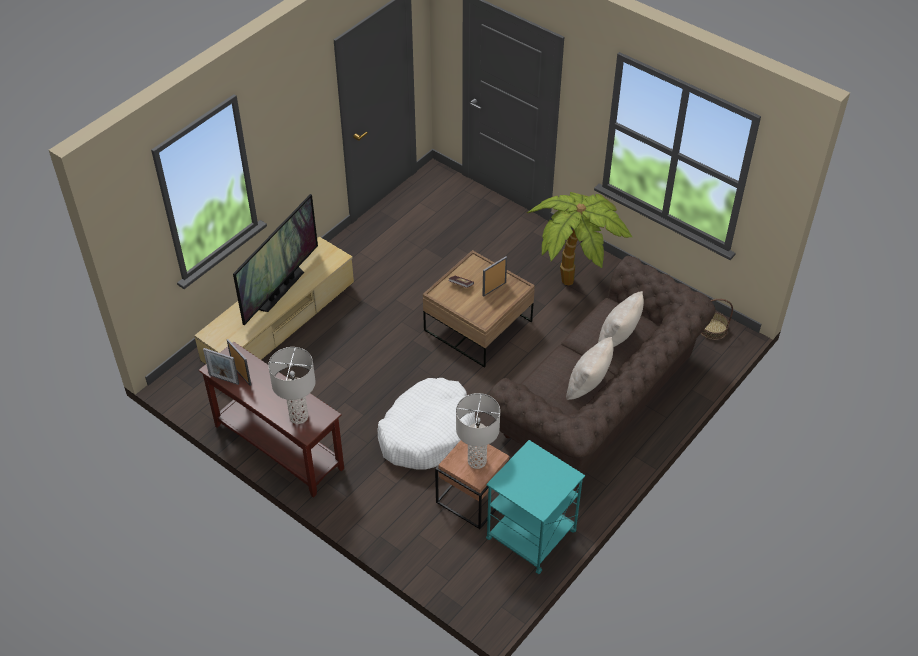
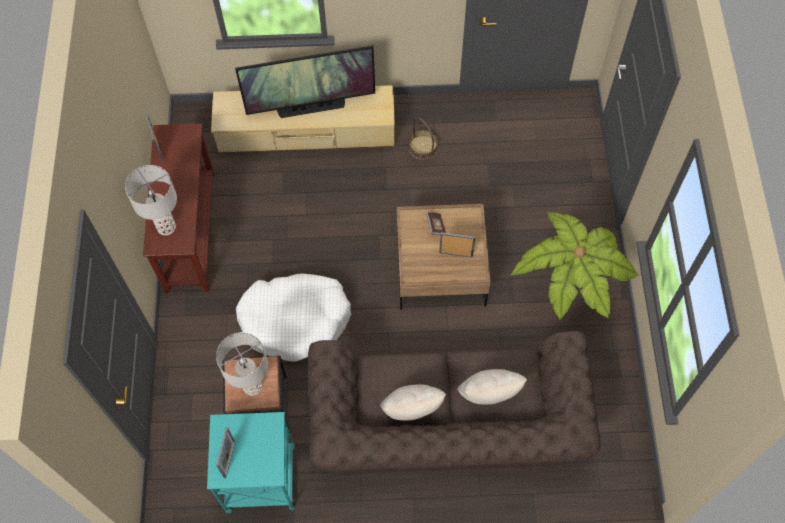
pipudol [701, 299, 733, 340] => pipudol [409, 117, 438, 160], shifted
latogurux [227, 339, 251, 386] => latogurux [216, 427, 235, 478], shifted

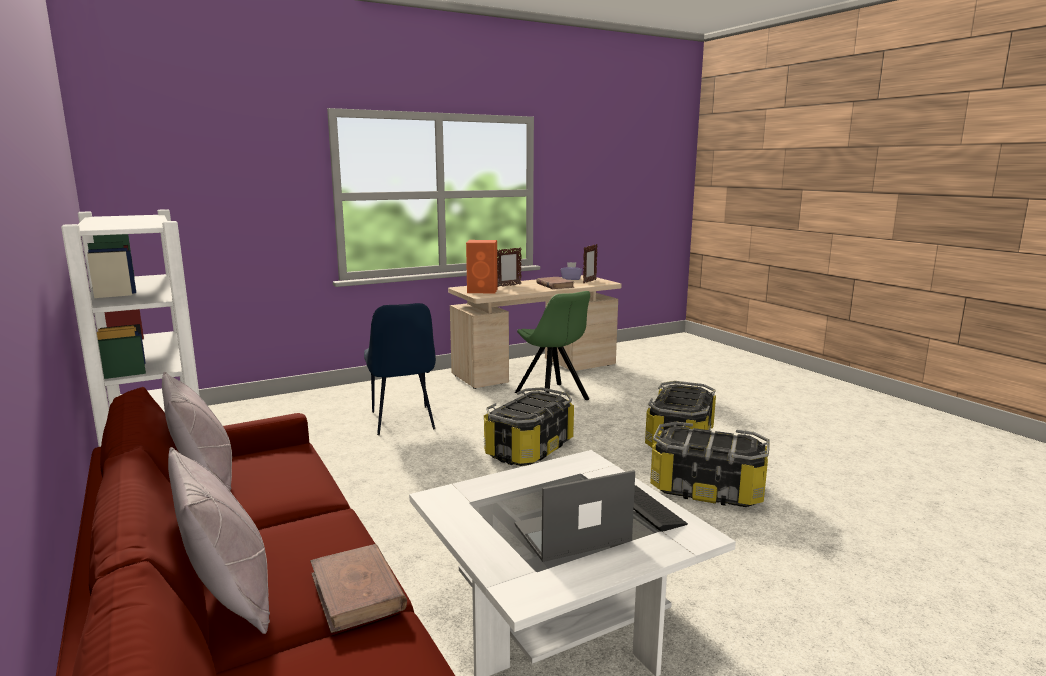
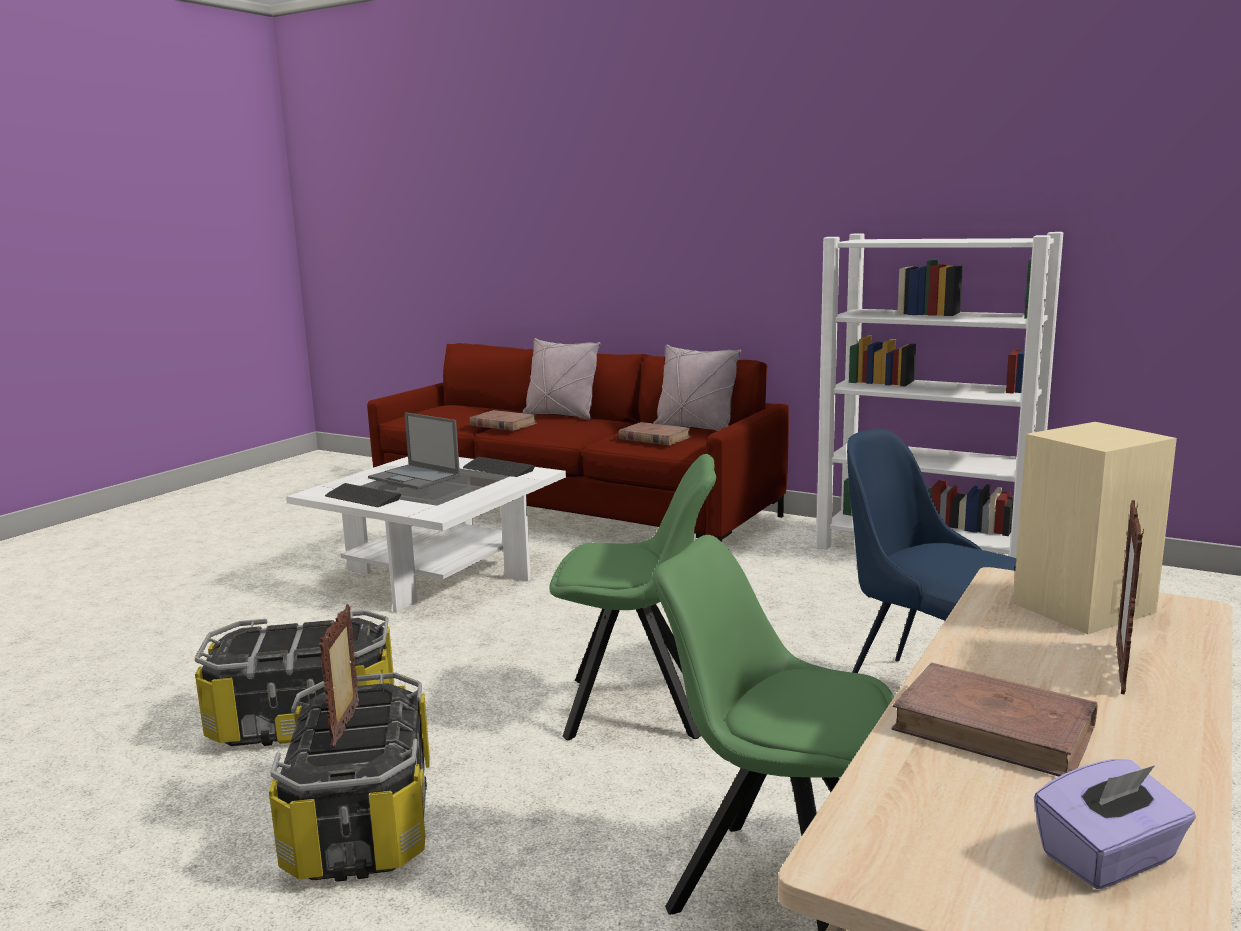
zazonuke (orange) [466, 240, 497, 293] => zazonuke (beige) [1013, 422, 1177, 634]
latogurux [583, 244, 598, 283] => latogurux [319, 604, 359, 748], shifted
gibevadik [484, 388, 574, 466] => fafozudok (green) [549, 454, 716, 740]
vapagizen [514, 470, 635, 562] => vapagizen [368, 412, 460, 489], 90 degrees clockwise
nothing => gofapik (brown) [618, 422, 691, 445]
nothing => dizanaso [463, 456, 535, 477]

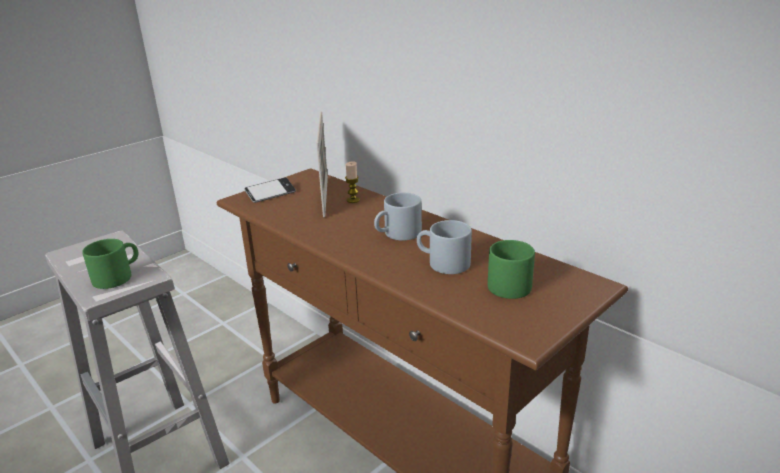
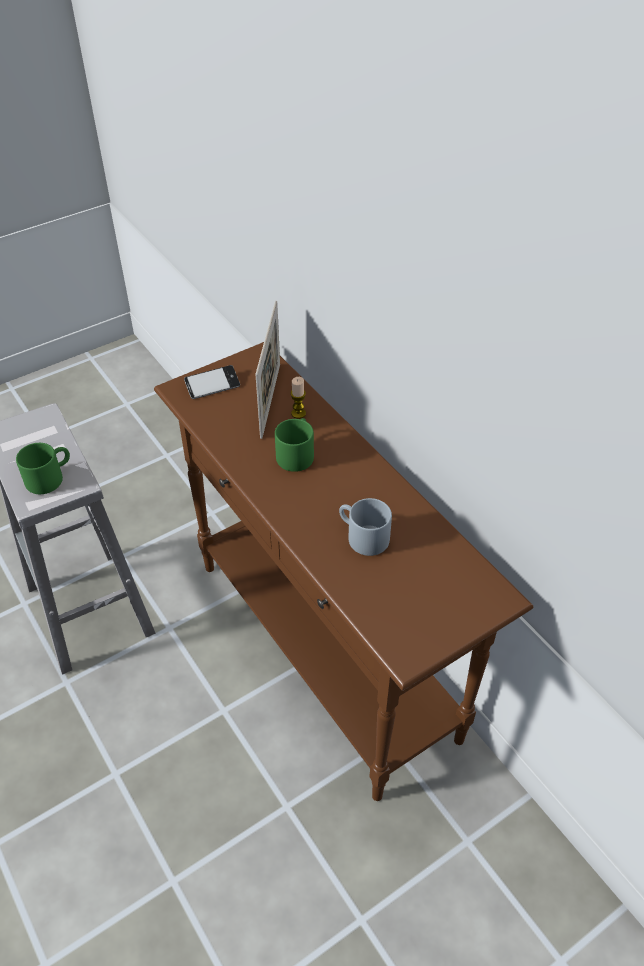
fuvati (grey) [374, 193, 422, 241] => nothing
fuvati (green) [488, 240, 535, 299] => fuvati (green) [275, 418, 314, 472], shifted

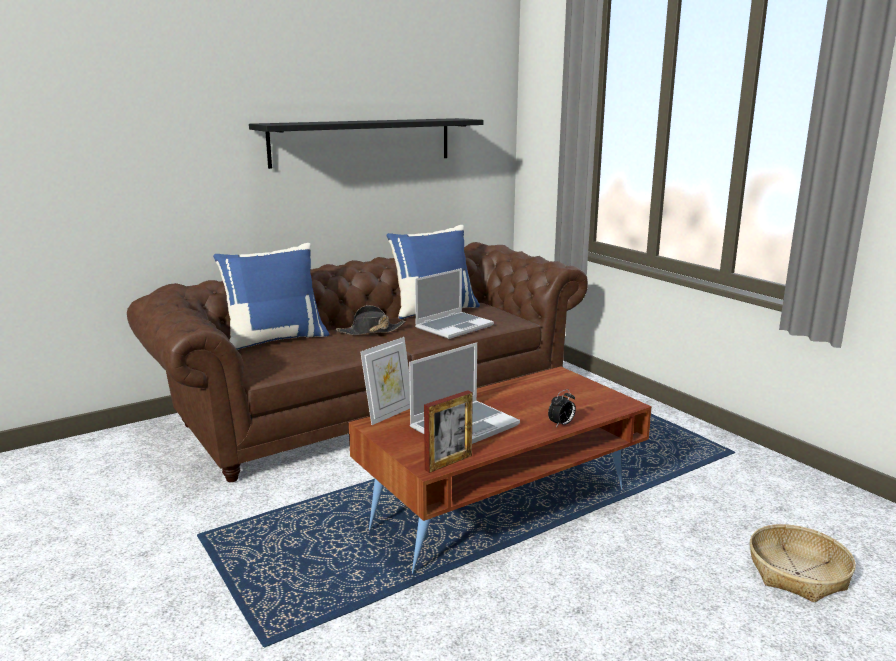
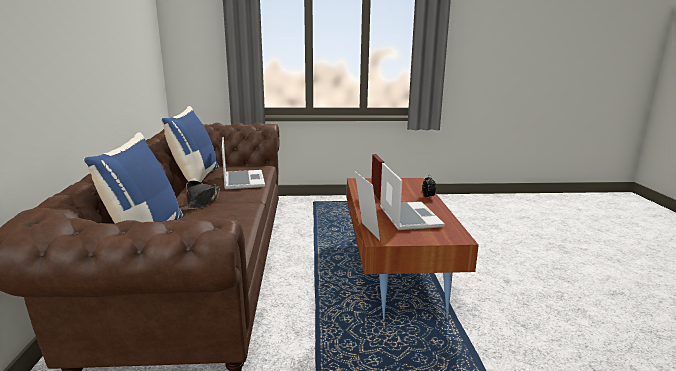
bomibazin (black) [249, 118, 483, 169] => nothing
latogurux [424, 390, 473, 473] => latogurux [371, 154, 384, 200], shifted
pipudol [750, 524, 856, 602] => nothing

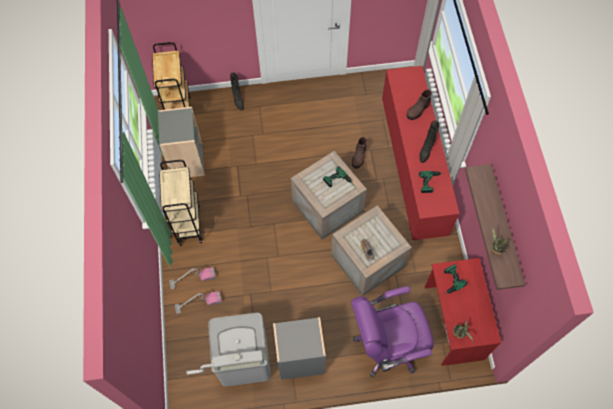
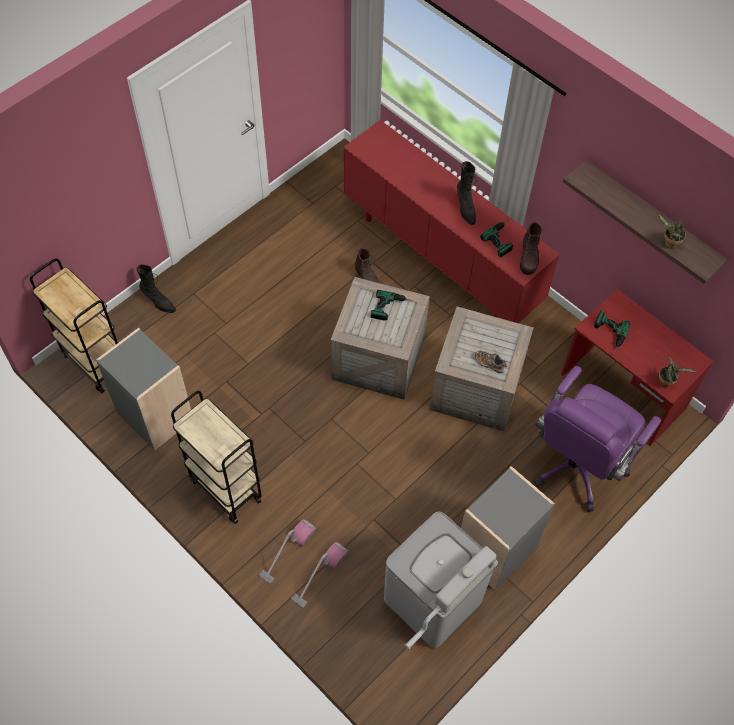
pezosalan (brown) [407, 90, 432, 120] => pezosalan (brown) [520, 222, 542, 275], shifted

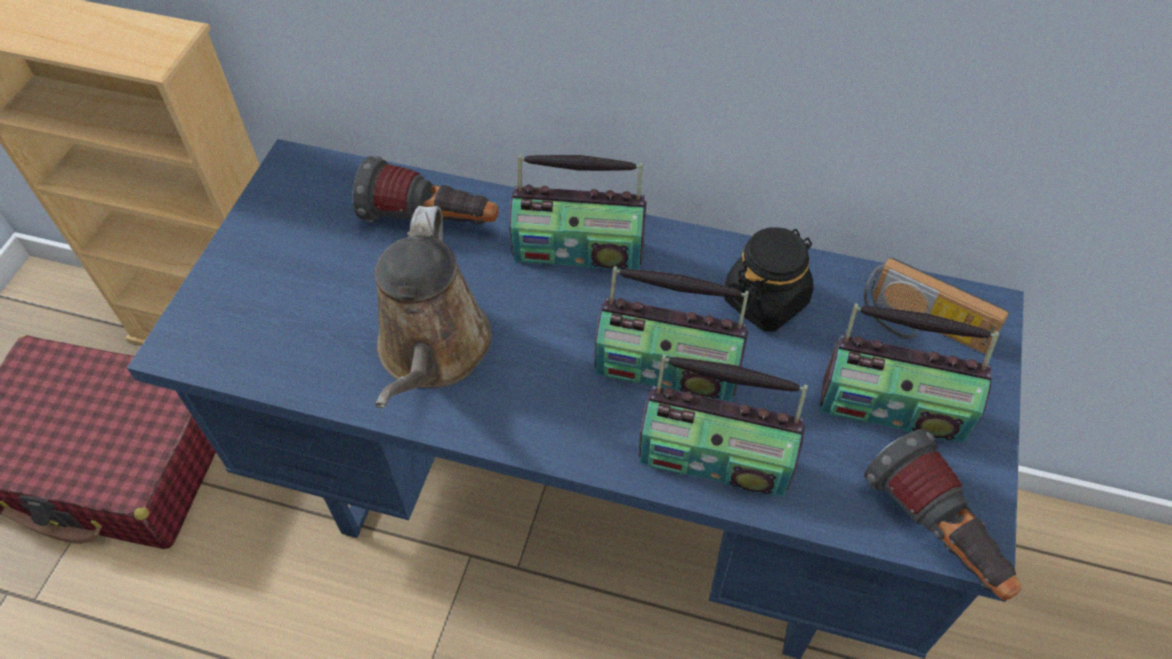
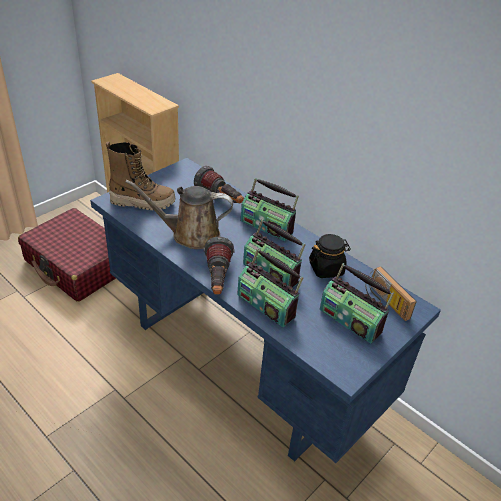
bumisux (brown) [374, 206, 492, 408] => bumisux (brown) [125, 180, 233, 249], 60 degrees clockwise
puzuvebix [864, 429, 1022, 601] => puzuvebix [204, 237, 235, 295], shifted
nothing => pezosalan [106, 142, 175, 210]

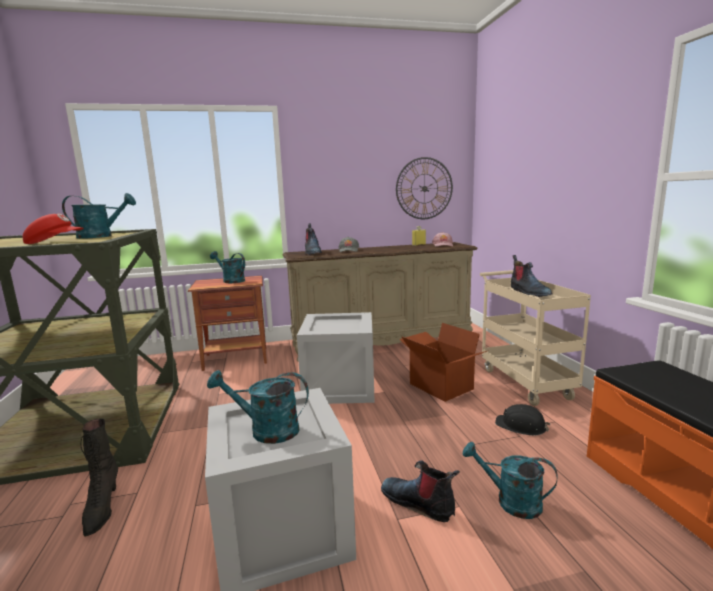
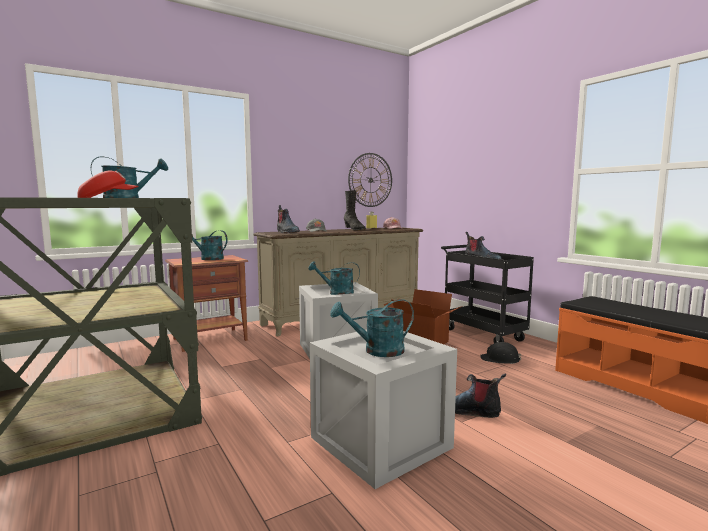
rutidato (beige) [480, 270, 591, 406] => rutidato (black) [441, 245, 534, 343]
pezosalan (black) [81, 418, 118, 537] => pezosalan (black) [344, 190, 366, 230], shifted
bumisux (turquoise) [463, 442, 557, 519] => bumisux (turquoise) [309, 261, 360, 295], shifted

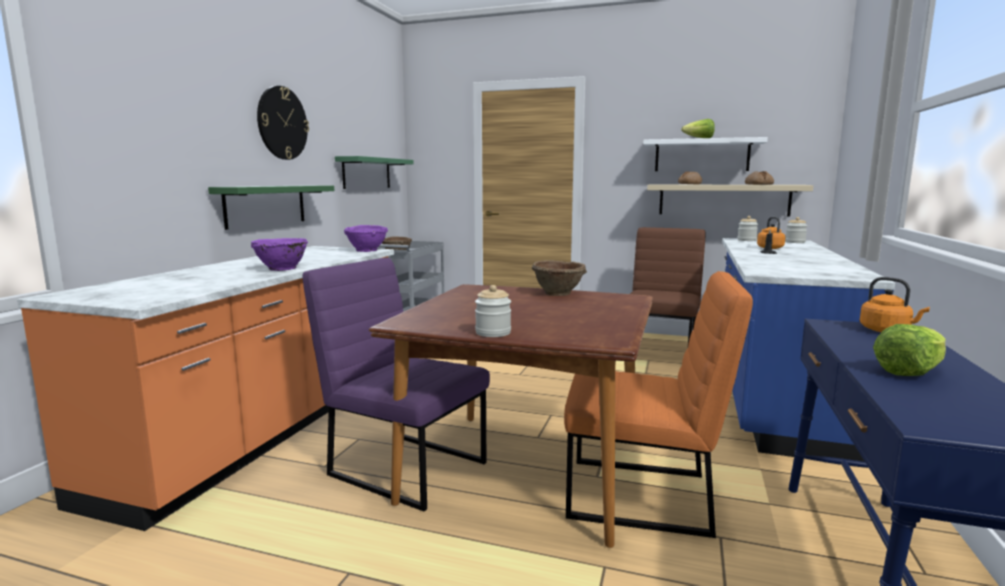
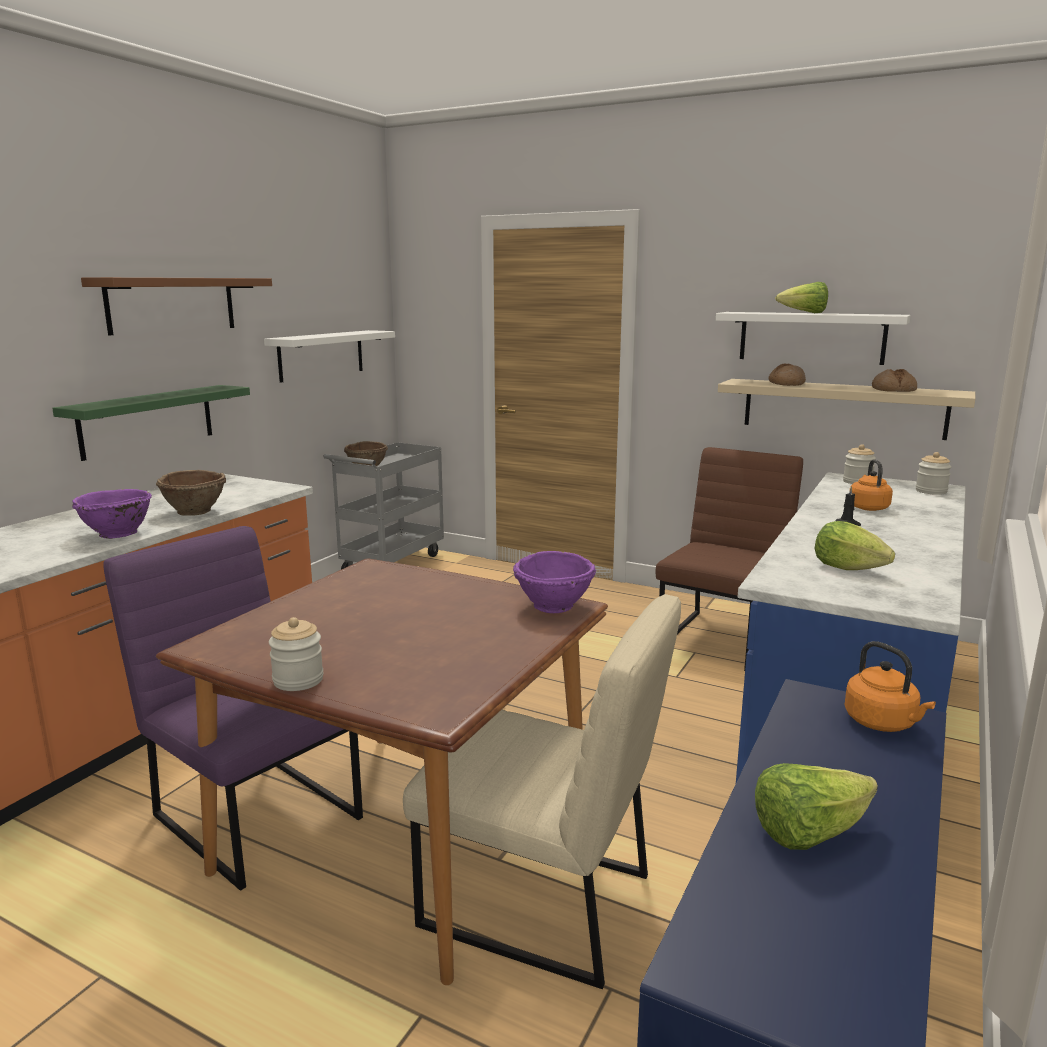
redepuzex [257, 86, 309, 160] => bomibazin (brown) [81, 277, 272, 336]
bomibazin (green) [335, 156, 414, 189] => bomibazin (white) [264, 330, 395, 383]
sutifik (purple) [344, 225, 388, 252] => sutifik (purple) [513, 551, 596, 613], shifted
sutifik (brown) [532, 260, 587, 296] => sutifik (brown) [156, 470, 226, 516], shifted
fafozudok (orange) [564, 271, 753, 538] => fafozudok (beige) [403, 594, 681, 989]
nothing => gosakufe [814, 521, 895, 570]

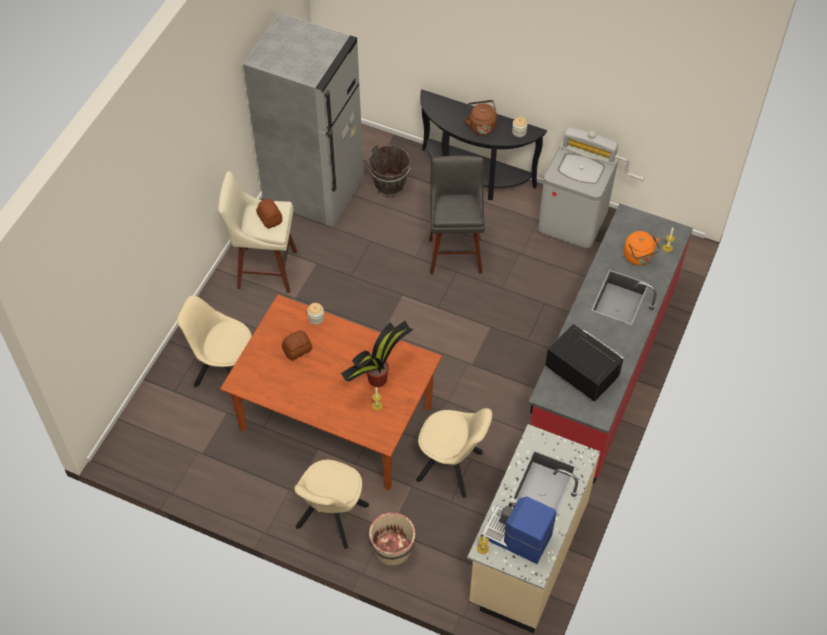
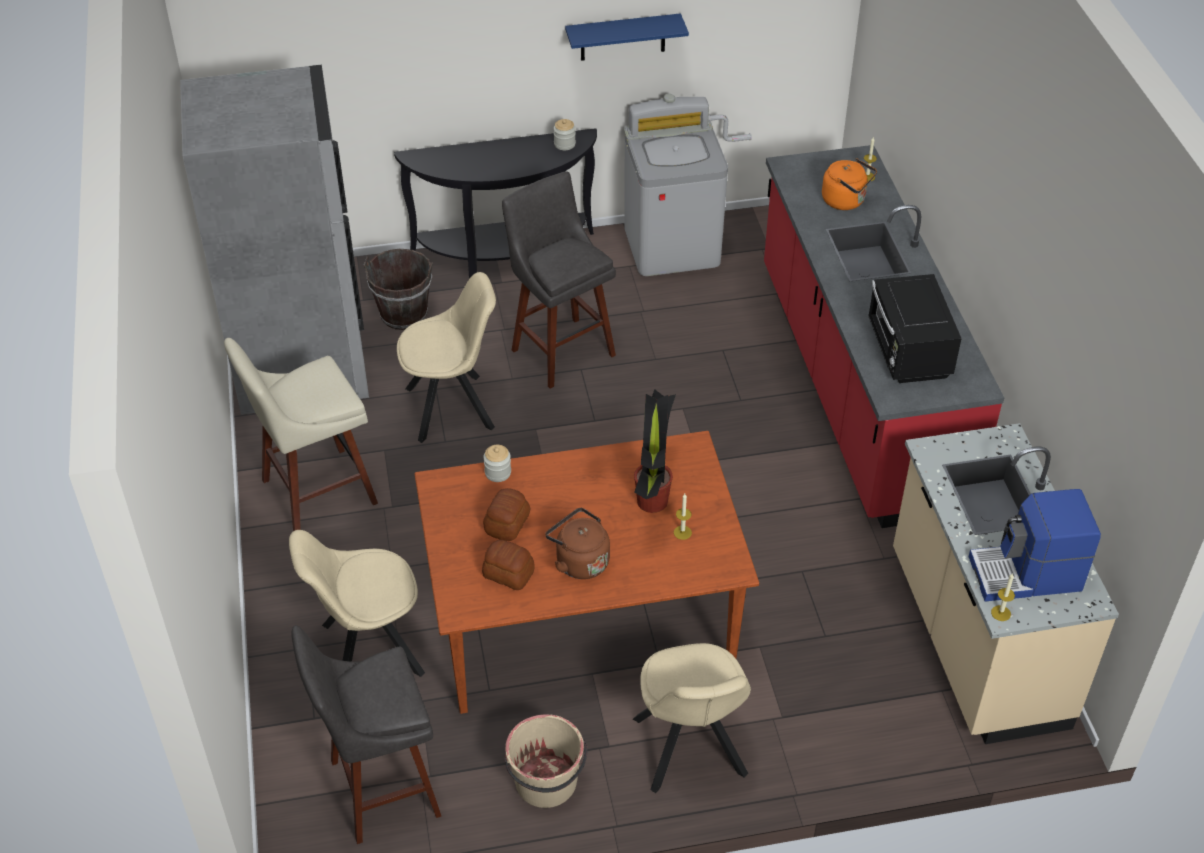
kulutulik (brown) [464, 100, 497, 135] => kulutulik (brown) [546, 508, 610, 579], shifted
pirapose [256, 199, 282, 228] => pirapose [482, 540, 534, 590], shifted
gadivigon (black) [545, 324, 624, 402] => gadivigon (black) [868, 274, 962, 383], 105 degrees counterclockwise
fafozudok (beige) [416, 408, 492, 498] => fafozudok (beige) [397, 272, 496, 443], shifted
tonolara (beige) [367, 512, 416, 565] => tonolara (beige) [504, 714, 588, 808], shifted
nothing => bomibazin (blue) [565, 13, 689, 61]
nothing => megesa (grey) [291, 625, 441, 844]

